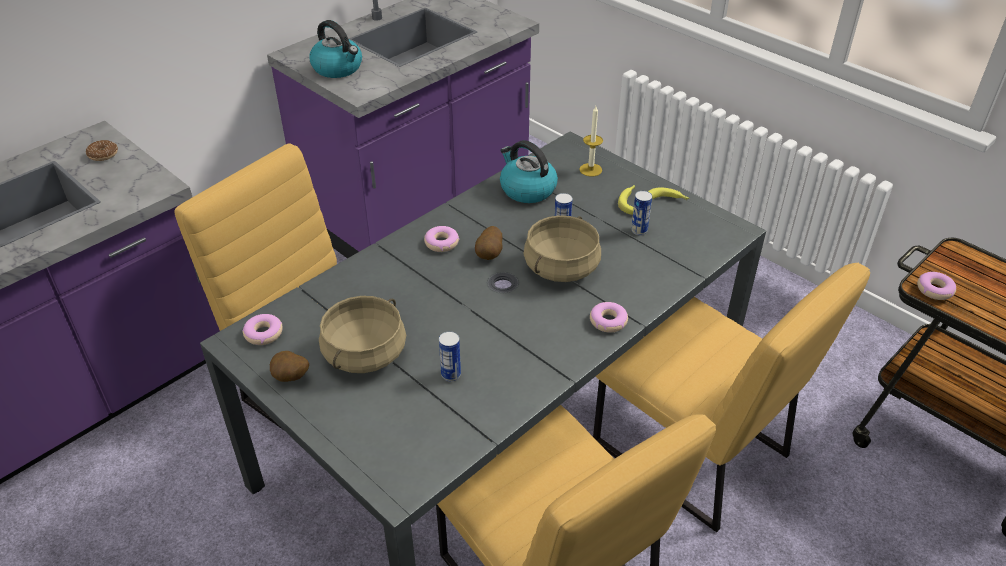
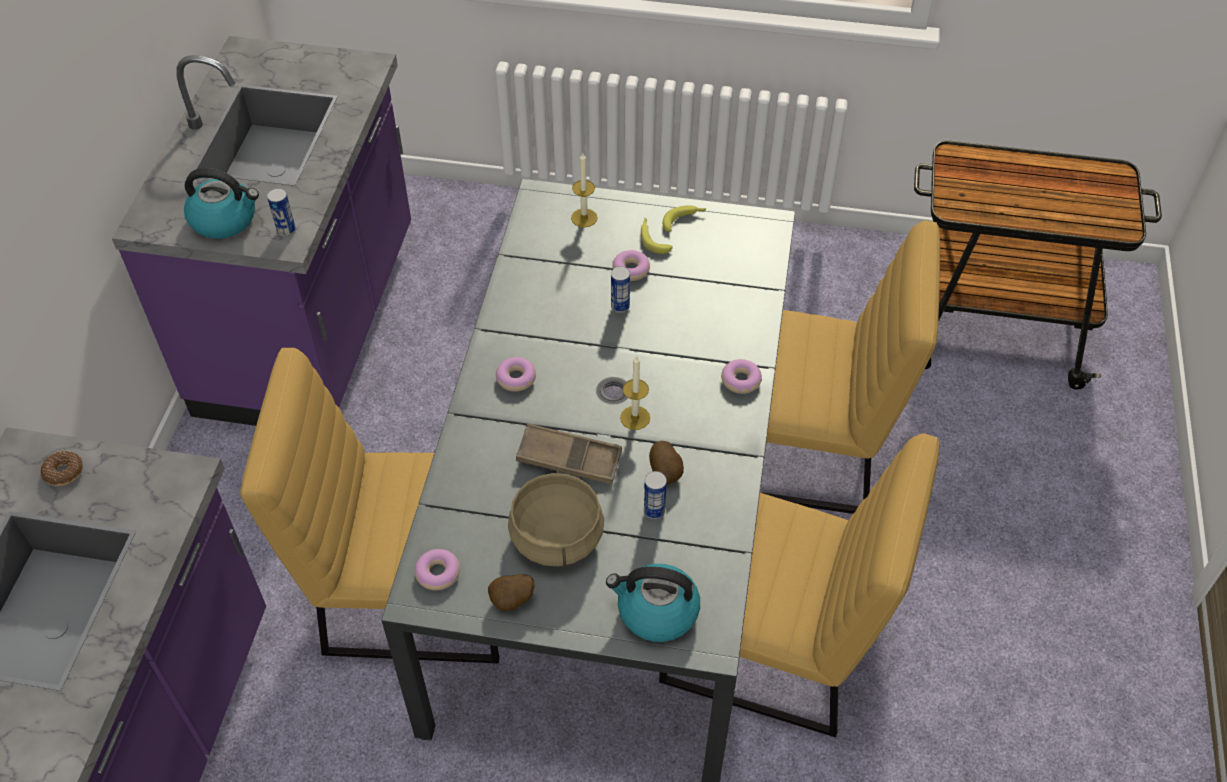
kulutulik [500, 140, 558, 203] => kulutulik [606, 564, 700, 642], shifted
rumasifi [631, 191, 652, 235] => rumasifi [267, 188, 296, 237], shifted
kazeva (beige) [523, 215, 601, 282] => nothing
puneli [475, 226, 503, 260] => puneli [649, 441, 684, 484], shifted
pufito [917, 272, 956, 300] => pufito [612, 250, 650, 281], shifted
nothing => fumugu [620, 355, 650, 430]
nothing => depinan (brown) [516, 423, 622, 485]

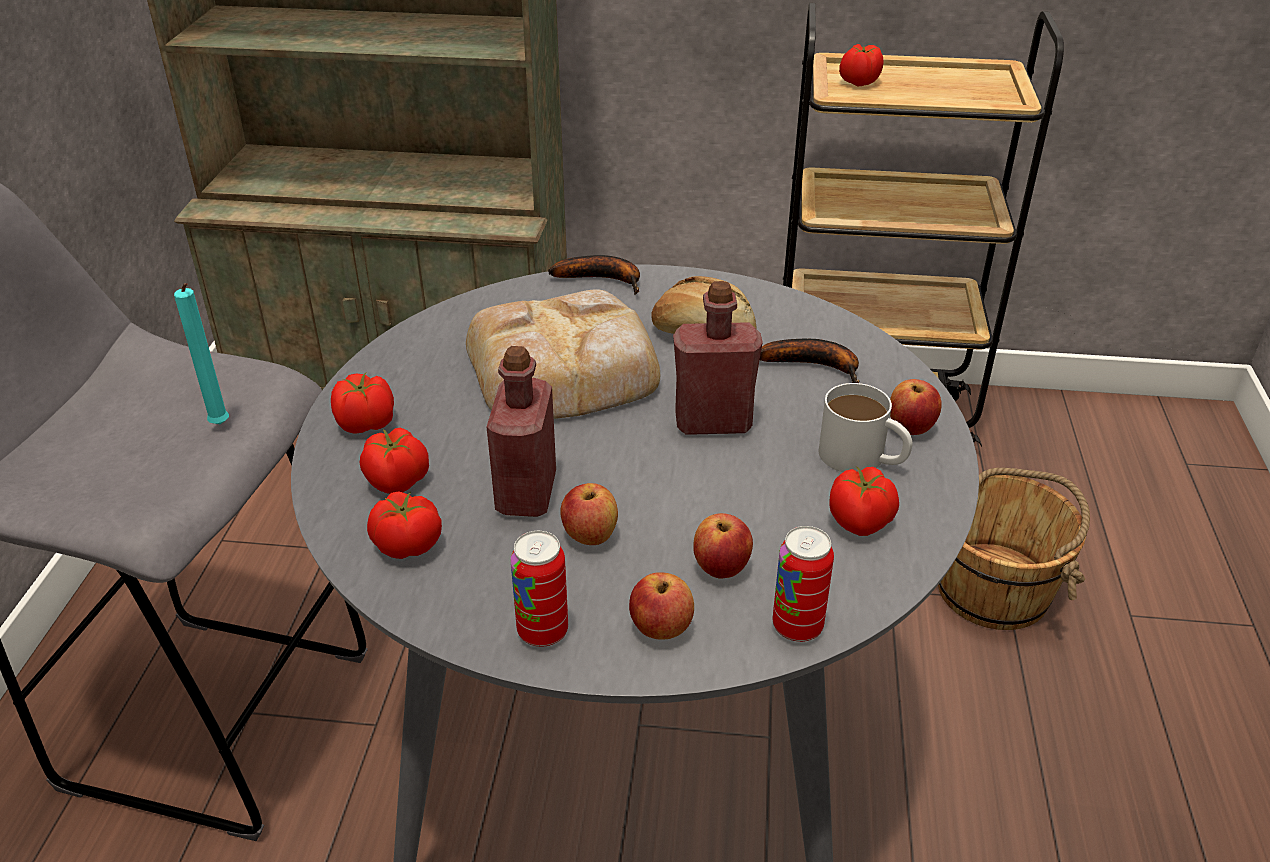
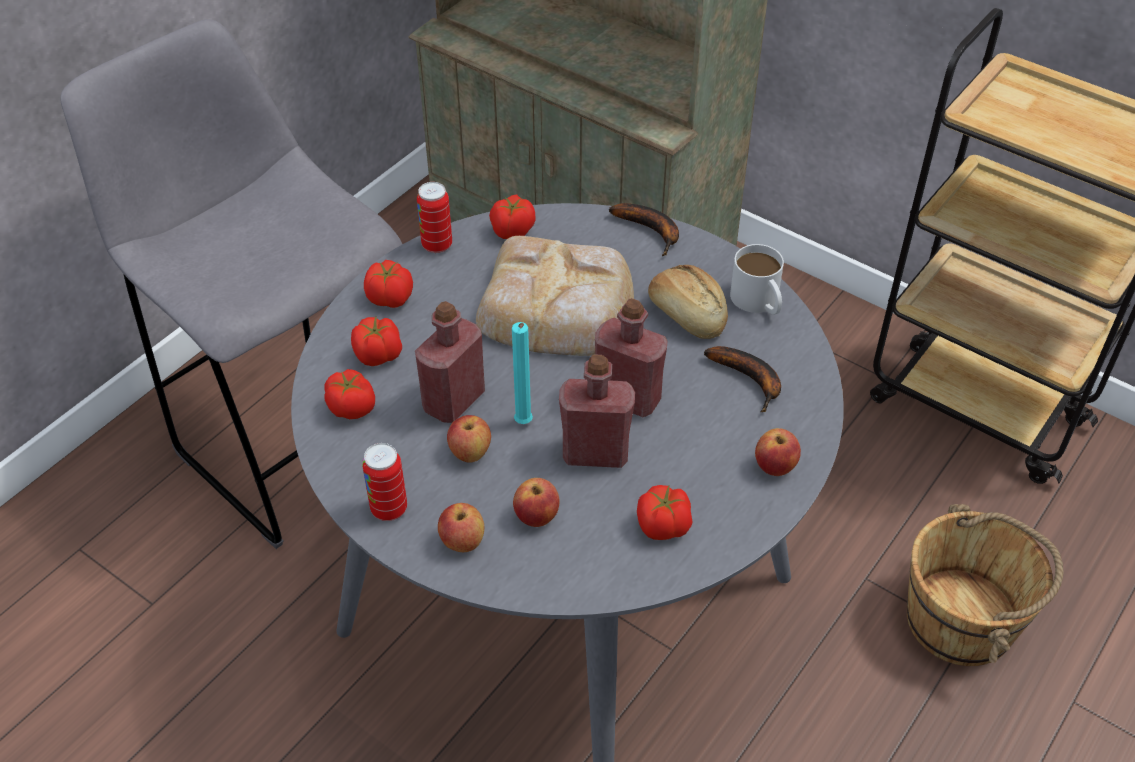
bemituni [839, 44, 884, 86] => bemituni [489, 194, 535, 239], shifted
fumugu (turquoise) [174, 283, 229, 424] => fumugu (turquoise) [512, 322, 533, 424], shifted
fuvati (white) [819, 383, 913, 472] => fuvati (white) [730, 244, 784, 315], shifted
rumasifi [773, 526, 834, 642] => rumasifi [417, 182, 452, 253], shifted
nothing => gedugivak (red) [559, 354, 635, 468]

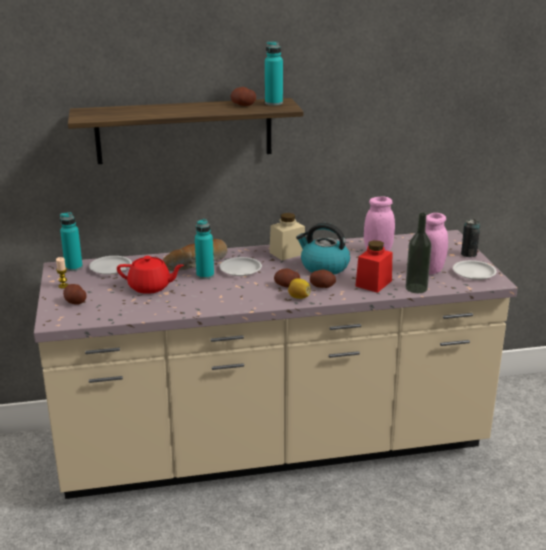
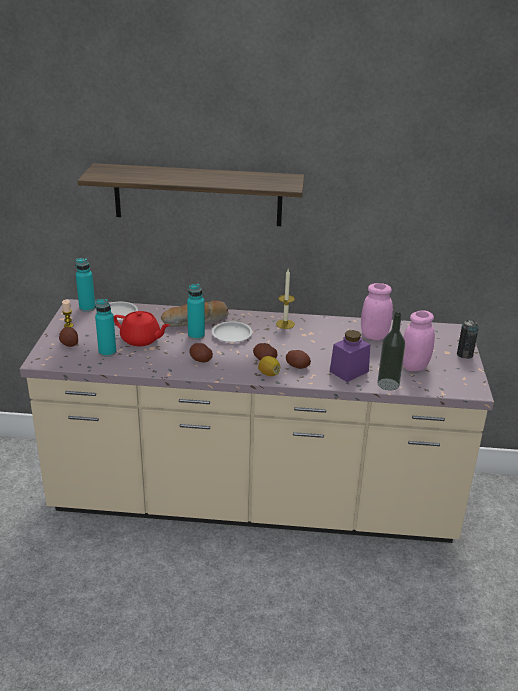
gedugivak (turquoise) [265, 41, 283, 105] => gedugivak (turquoise) [95, 299, 116, 357], shifted
puneli [230, 87, 256, 106] => puneli [189, 343, 213, 362], shifted
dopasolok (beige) [269, 213, 305, 260] => fumugu [276, 269, 295, 329]
kulutulik [296, 223, 350, 274] => nothing
dopasolok (red) [355, 240, 392, 293] => dopasolok (purple) [330, 330, 370, 382]
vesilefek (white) [453, 260, 497, 280] => nothing

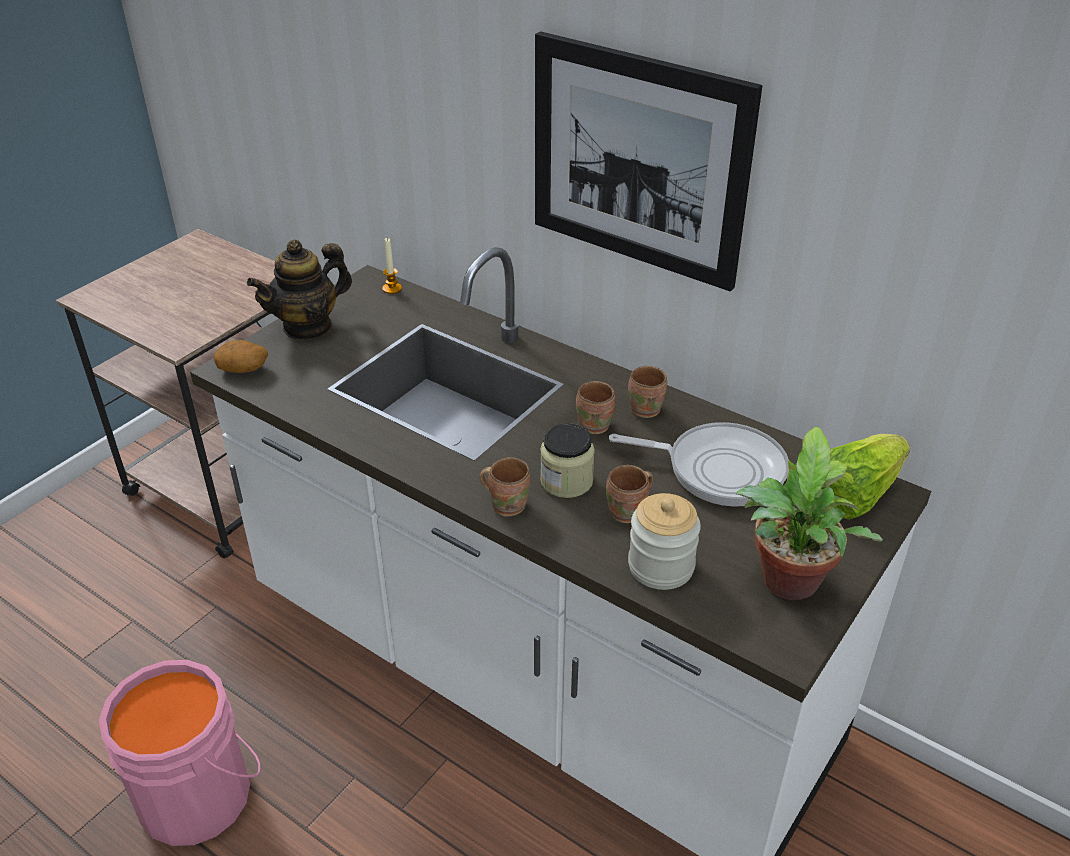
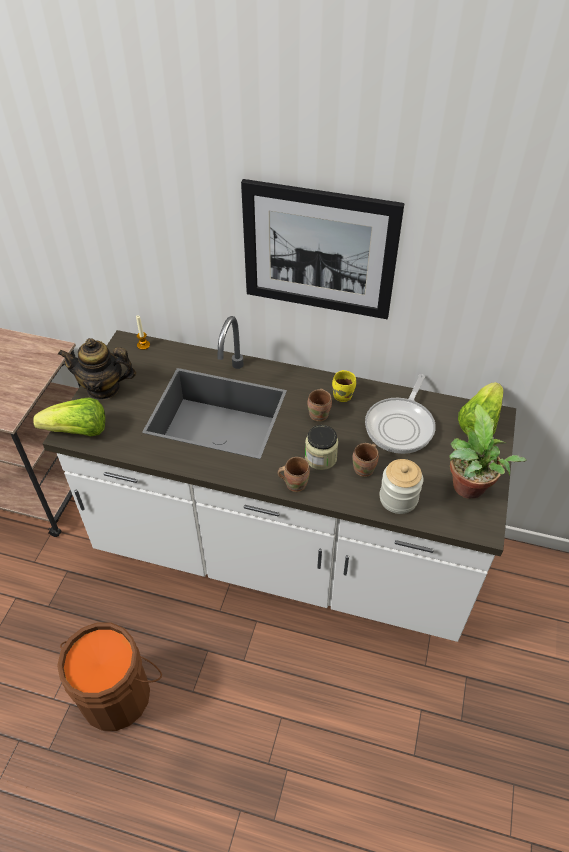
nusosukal [247, 240, 352, 341] => nusosukal [58, 338, 136, 400], 60 degrees clockwise
puneli [214, 340, 268, 373] => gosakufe [33, 397, 105, 436]
fuvati (brown) [628, 366, 667, 418] => fuvati (yellow) [332, 370, 356, 402]
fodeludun [609, 422, 789, 507] => fodeludun [365, 374, 436, 454], 120 degrees clockwise
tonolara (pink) [99, 660, 261, 846] => tonolara (brown) [57, 623, 162, 731]

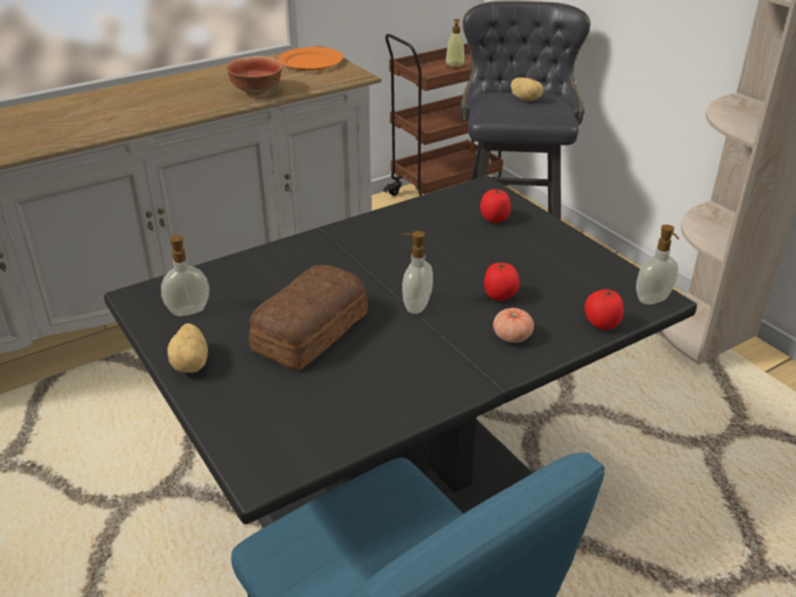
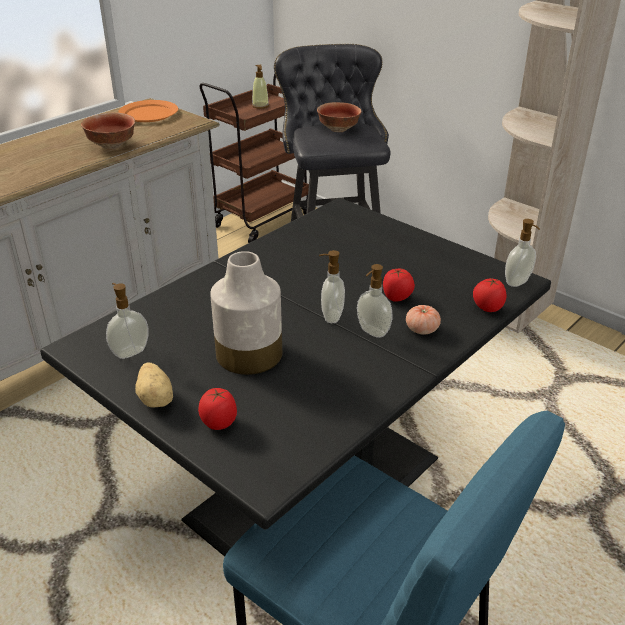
puneli [511, 77, 543, 101] => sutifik [317, 102, 362, 132]
bemituni [480, 189, 511, 223] => bemituni [198, 388, 237, 430], shifted
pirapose [249, 265, 368, 370] => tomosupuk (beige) [210, 251, 282, 375]
nothing => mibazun [357, 264, 392, 338]

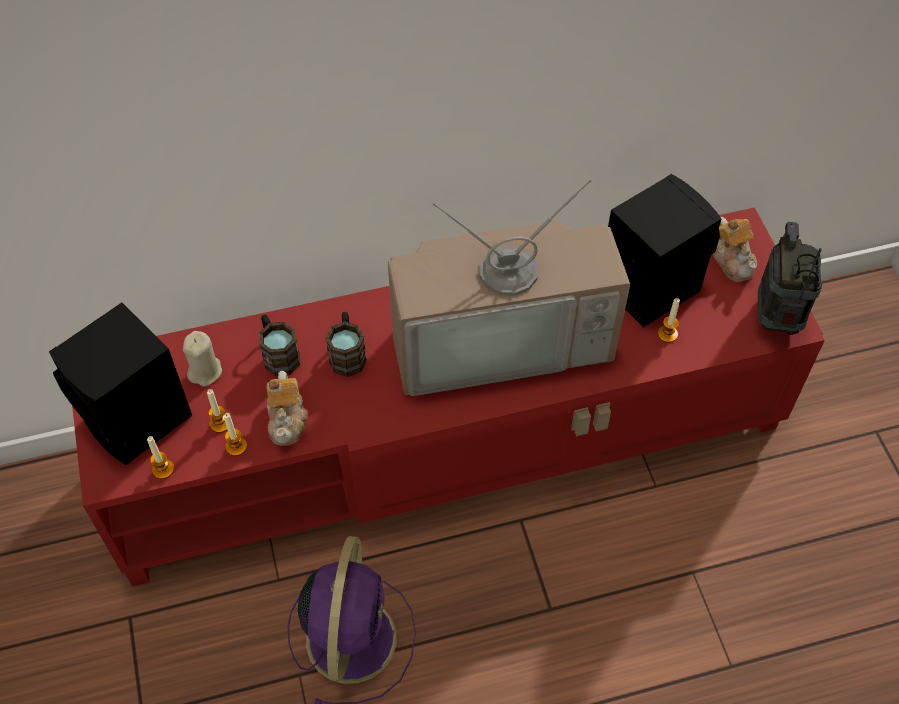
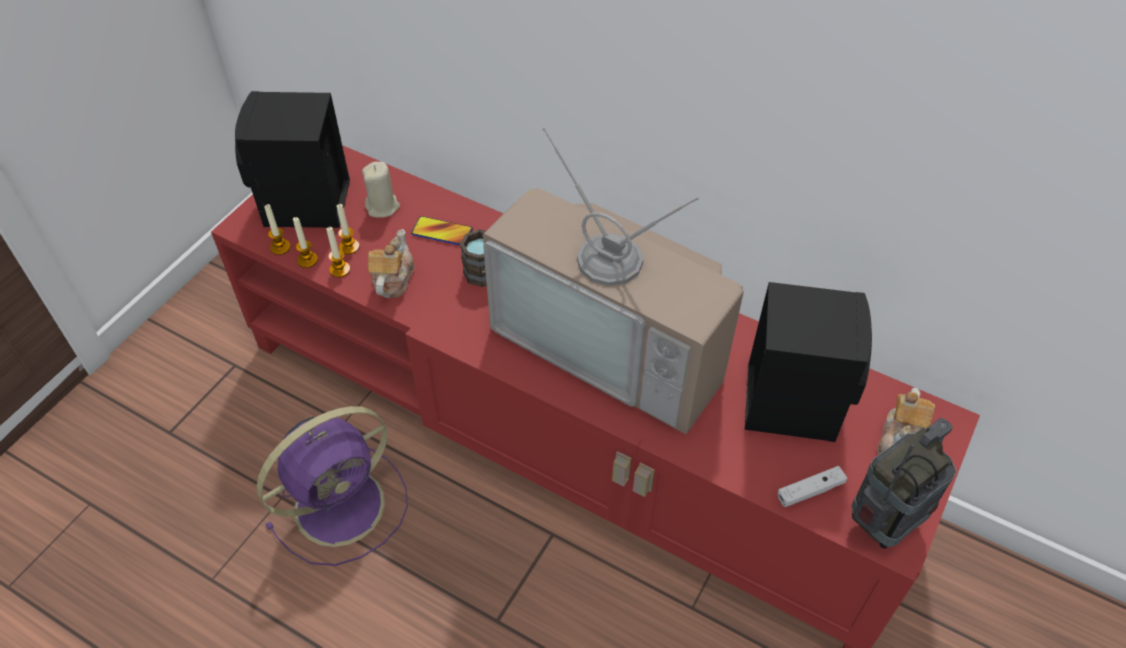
fumugu [658, 298, 680, 343] => fumugu [293, 217, 318, 268], shifted
fuvati (brown) [259, 314, 300, 376] => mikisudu [411, 216, 473, 245]
nusosukal [266, 371, 308, 446] => nusosukal [368, 229, 415, 298], 150 degrees clockwise
nothing => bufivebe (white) [777, 466, 847, 507]

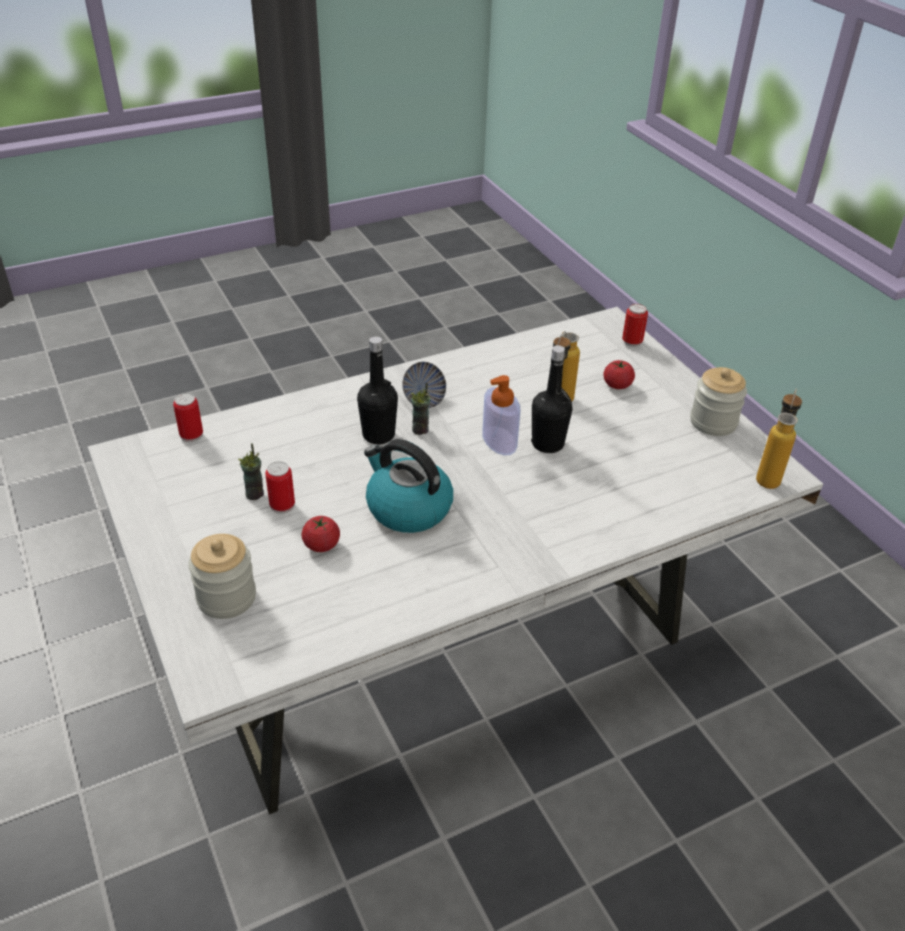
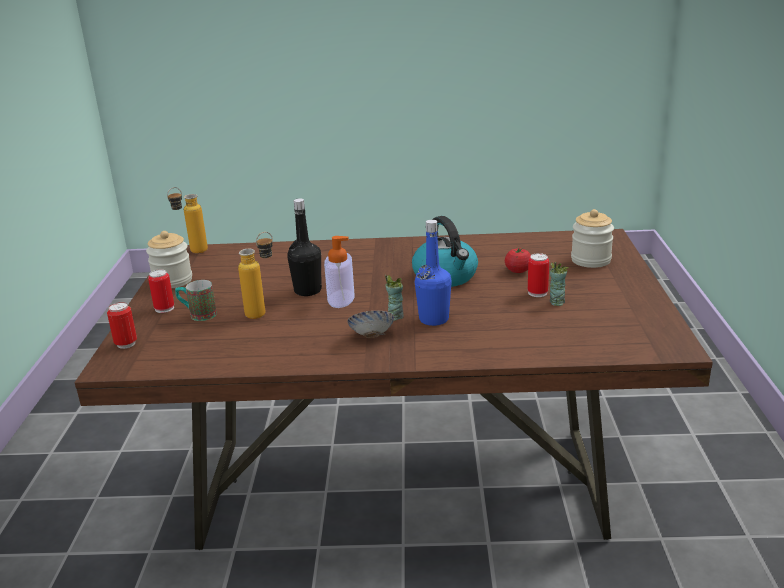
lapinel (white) [88, 307, 823, 814] => lapinel (brown) [74, 229, 713, 550]
gedugivak (black) [357, 336, 398, 444] => gedugivak (blue) [415, 220, 452, 326]
bemituni [603, 360, 635, 389] => fuvati [175, 280, 217, 321]
rumasifi [173, 393, 203, 442] => rumasifi [148, 270, 174, 313], shifted

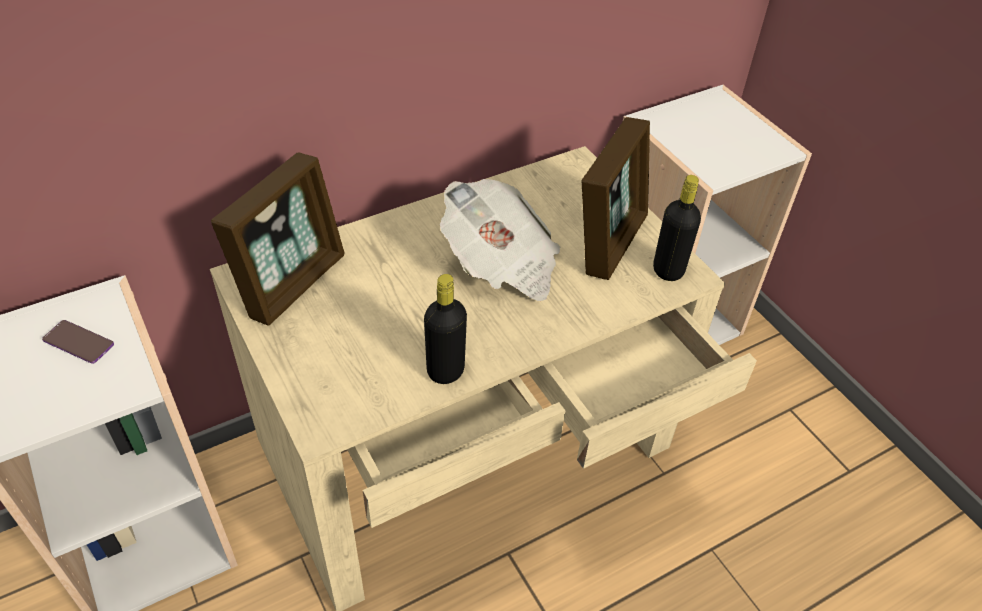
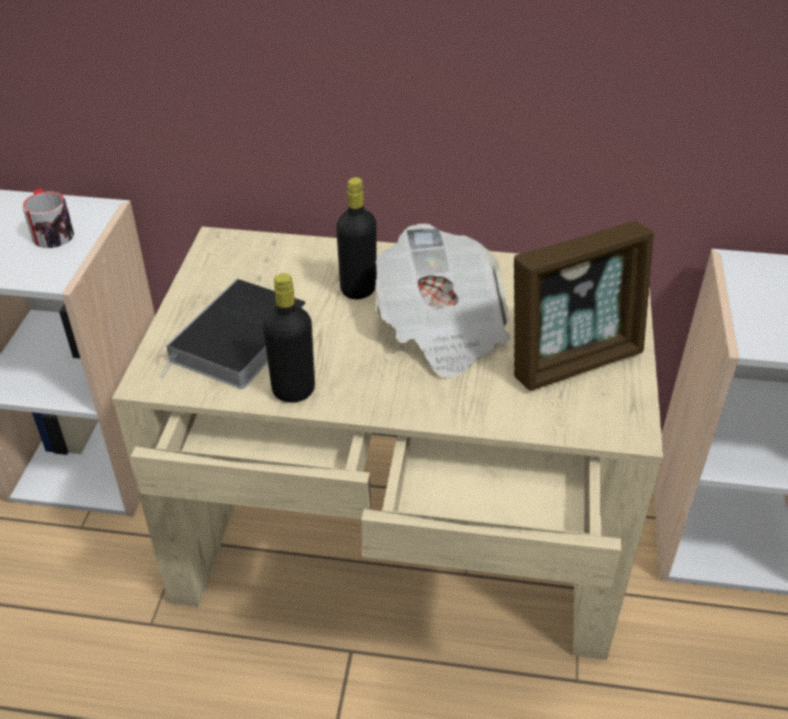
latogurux [211, 152, 344, 326] => nothing
gedugivak (black) [653, 175, 701, 281] => gedugivak (black) [336, 177, 377, 299], shifted
mikisudu [42, 320, 114, 364] => fuvati [22, 189, 74, 248]
nothing => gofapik [160, 279, 305, 389]

